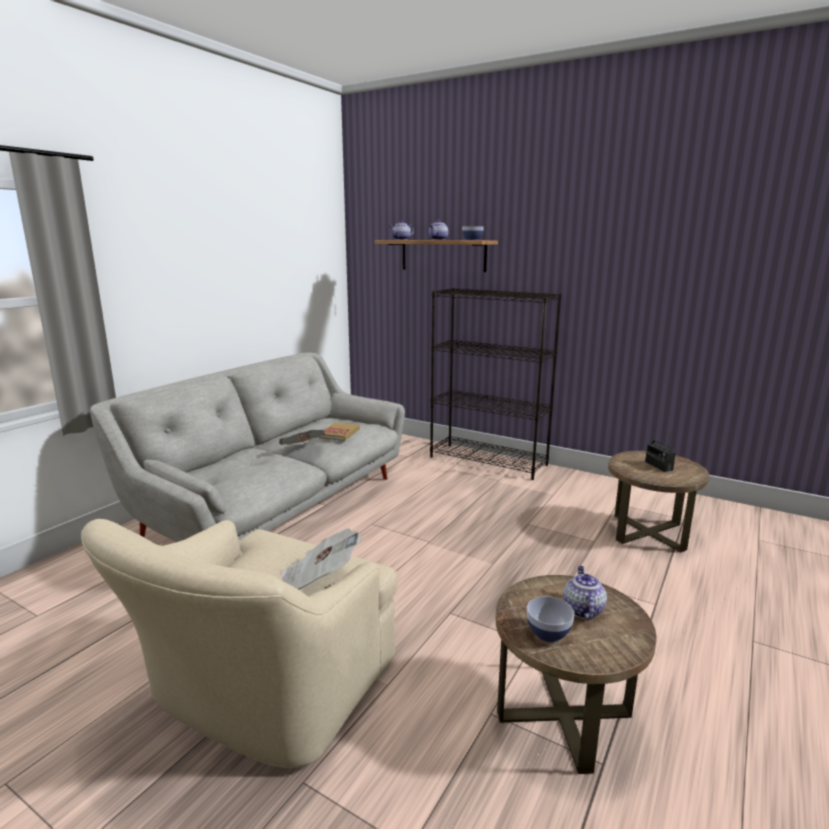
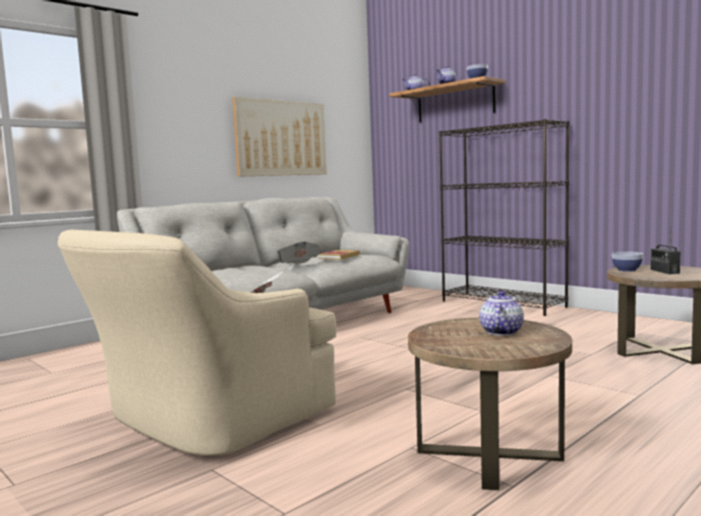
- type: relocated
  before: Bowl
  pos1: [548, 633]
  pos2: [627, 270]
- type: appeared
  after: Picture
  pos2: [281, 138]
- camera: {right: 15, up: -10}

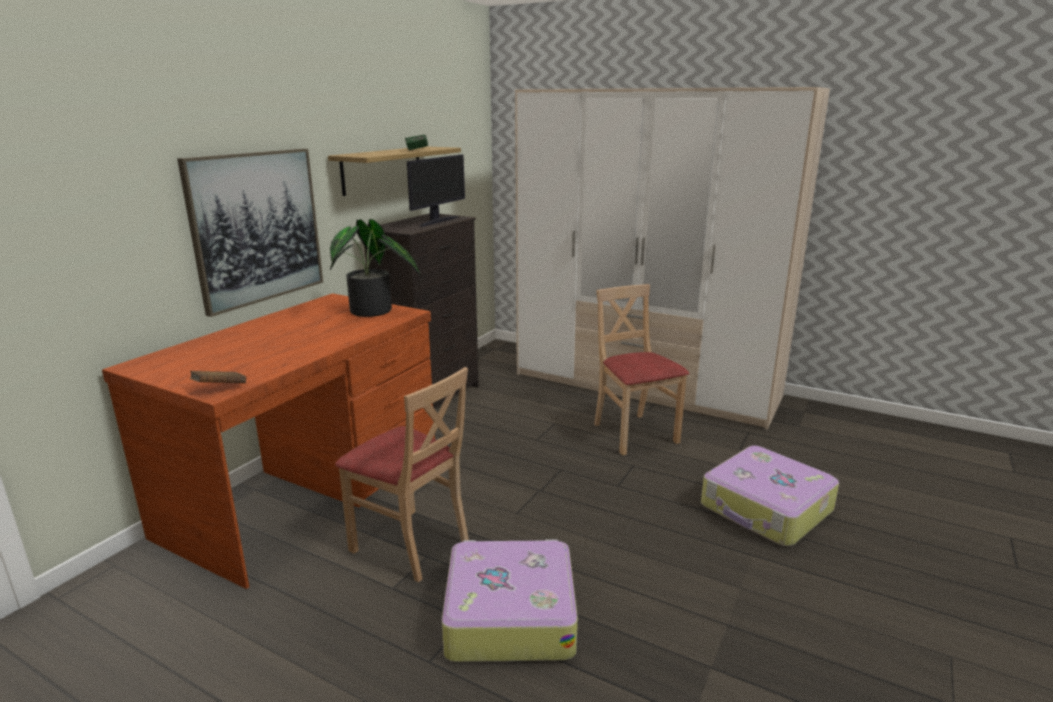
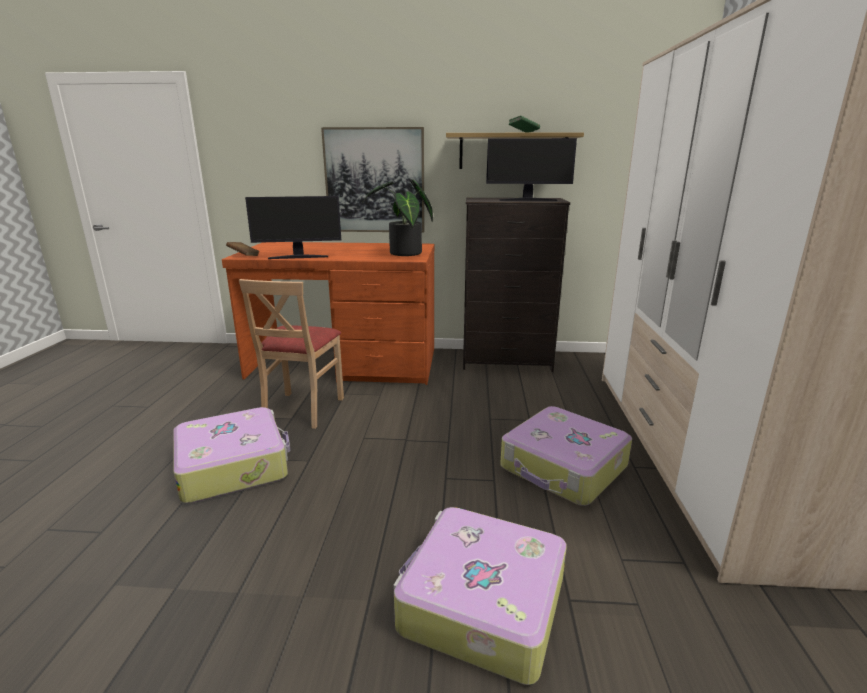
- type: exchanged
  before: BeigeChair
  after: Suitcase
  pos1: [634, 433]
  pos2: [563, 468]
- type: appeared
  after: Monitor
  pos2: [298, 257]
- camera: {right: 65, up: 0}

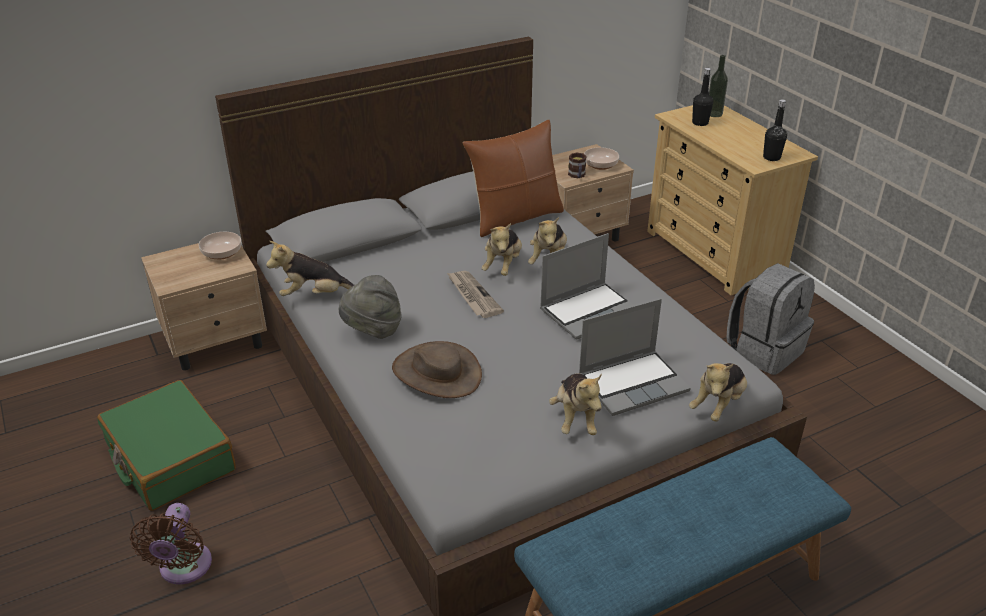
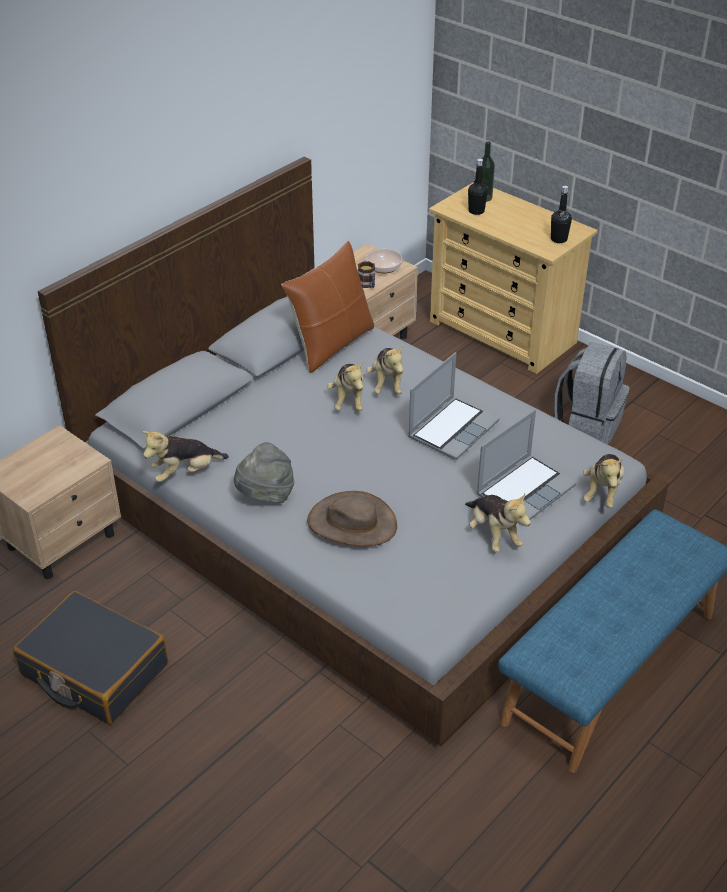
- type: colour
  before: GreenSuitcase
  after: BlackSuitcase
  pos1: [170, 458]
  pos2: [94, 670]
- type: missing
  before: BrownFan
  pos1: [183, 569]
- type: missing
  before: Bowl
  pos1: [222, 253]
- type: missing
  before: Newspaper
  pos1: [473, 296]
- camera: {right: -20, up: 5}

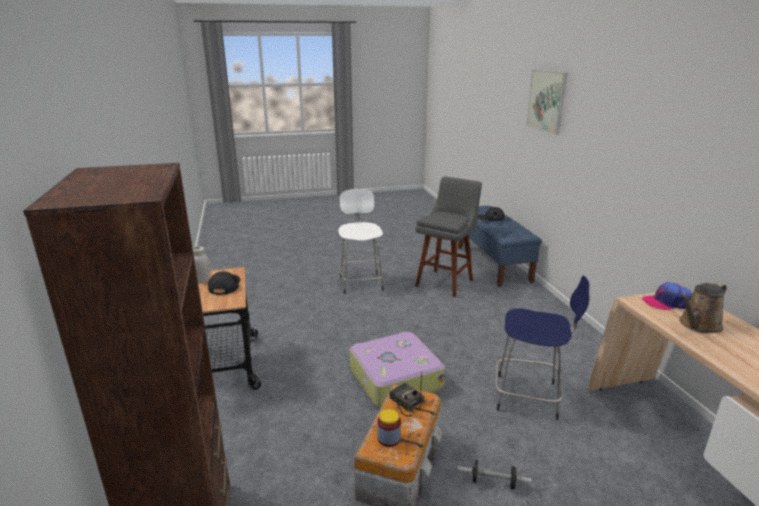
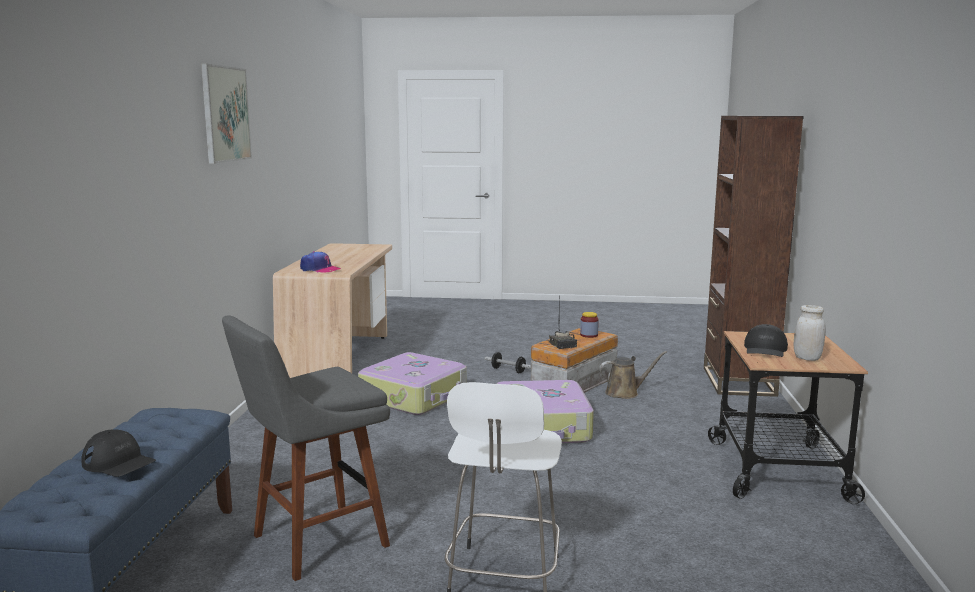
- type: exchanged
  before: BlueStool
  after: Suitcase
  pos1: [529, 397]
  pos2: [415, 396]
- type: relocated
  before: Picture
  pos1: [546, 101]
  pos2: [225, 114]
- type: relocated
  before: BrownWateringCan
  pos1: [698, 325]
  pos2: [625, 393]
- camera: {right: -160, up: -10}

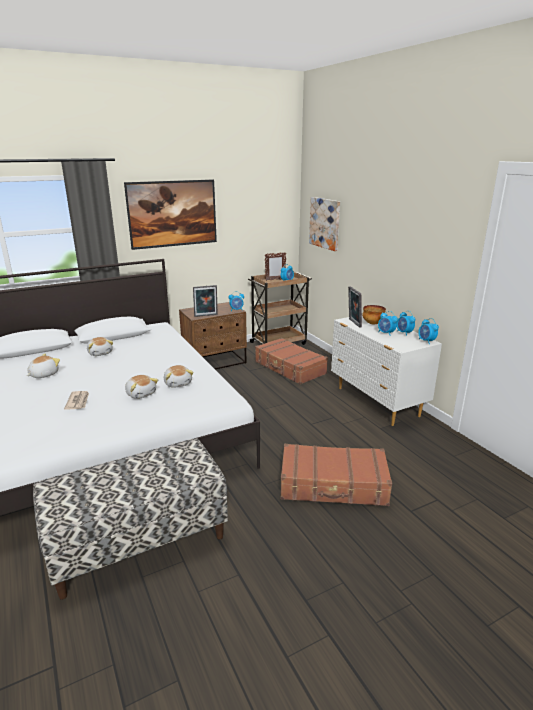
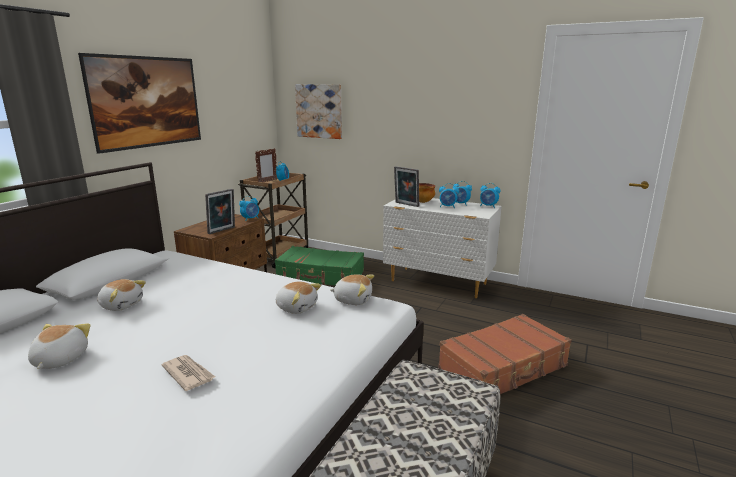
- type: relocated
  before: PlushToy
  pos1: [141, 393]
  pos2: [353, 299]
- type: colour
  before: BrownSuitcase
  after: GreenSuitcase
  pos1: [289, 368]
  pos2: [320, 275]
- camera: {right: -35, up: -5}

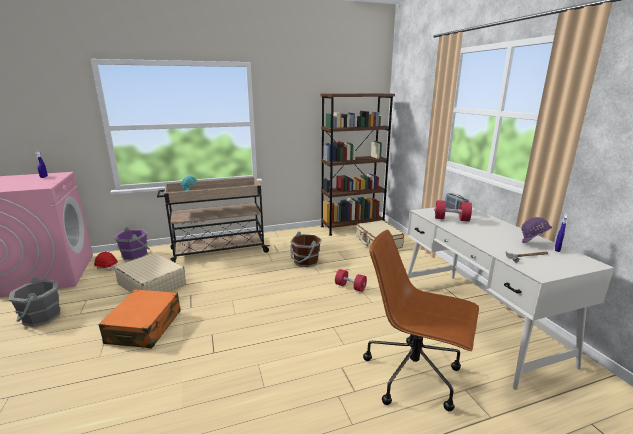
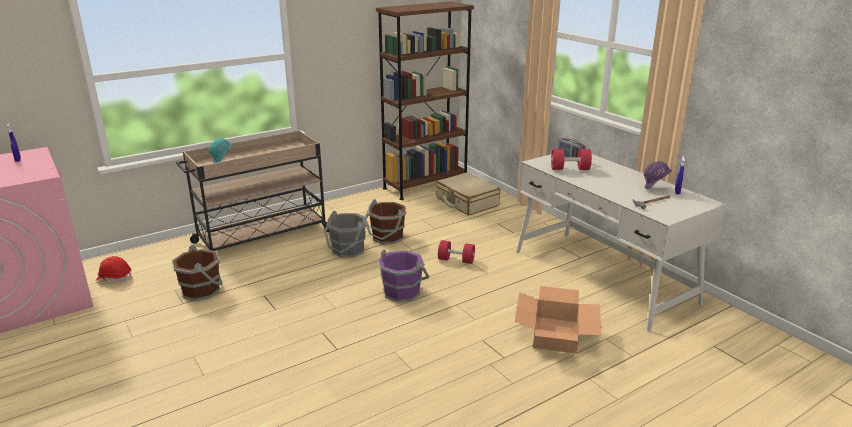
- type: relocated
  before: GreyBucket
  pos1: [41, 317]
  pos2: [348, 250]
- type: missing
  before: OrangeSuitcase
  pos1: [145, 327]
- type: relocated
  before: PurpleBucket
  pos1: [135, 255]
  pos2: [401, 291]
- type: exchanged
  before: BeigeSuitcase
  after: BrownBucket
  pos1: [152, 284]
  pos2: [201, 290]
- type: exchanged
  before: BrownOfficeChair
  after: CardboardBox
  pos1: [414, 375]
  pos2: [555, 334]
- camera: {right: -15, up: 5}

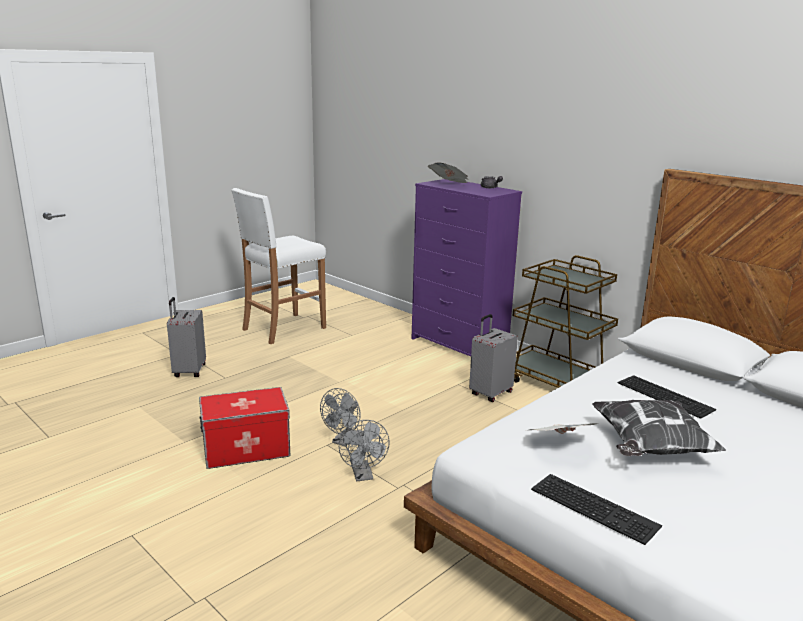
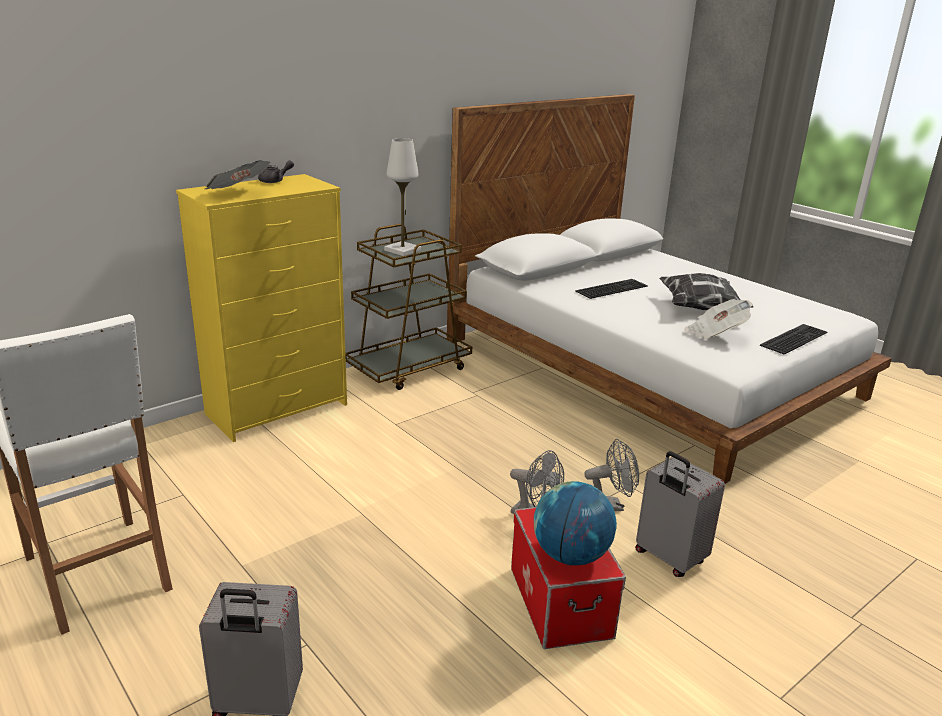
- type: colour
  before: PurpleDresser
  after: YellowDresser
  pos1: [459, 345]
  pos2: [278, 409]
- type: relocated
  before: GreySuitcase
  pos1: [490, 393]
  pos2: [668, 558]
- type: appeared
  after: WhiteTableLamp
  pos2: [402, 250]
- type: appeared
  after: Globe
  pos2: [571, 555]
- camera: {right: -85, up: 5}

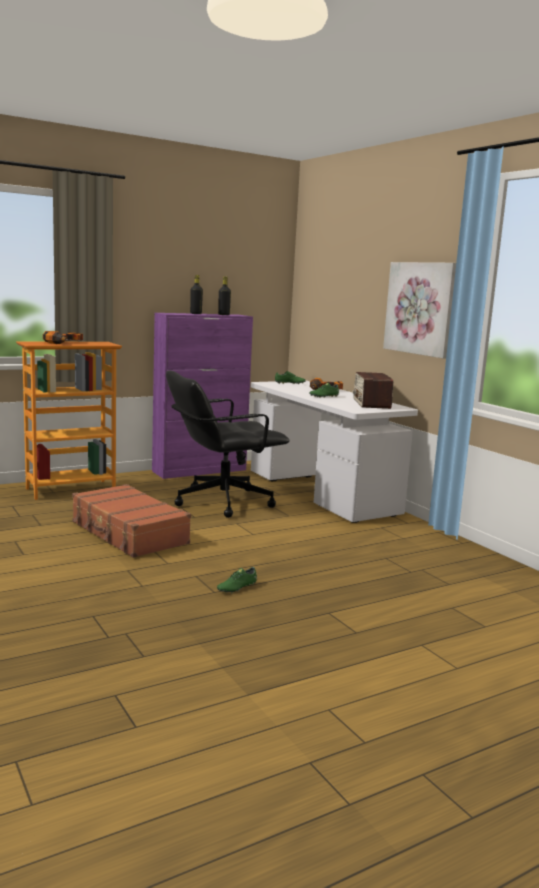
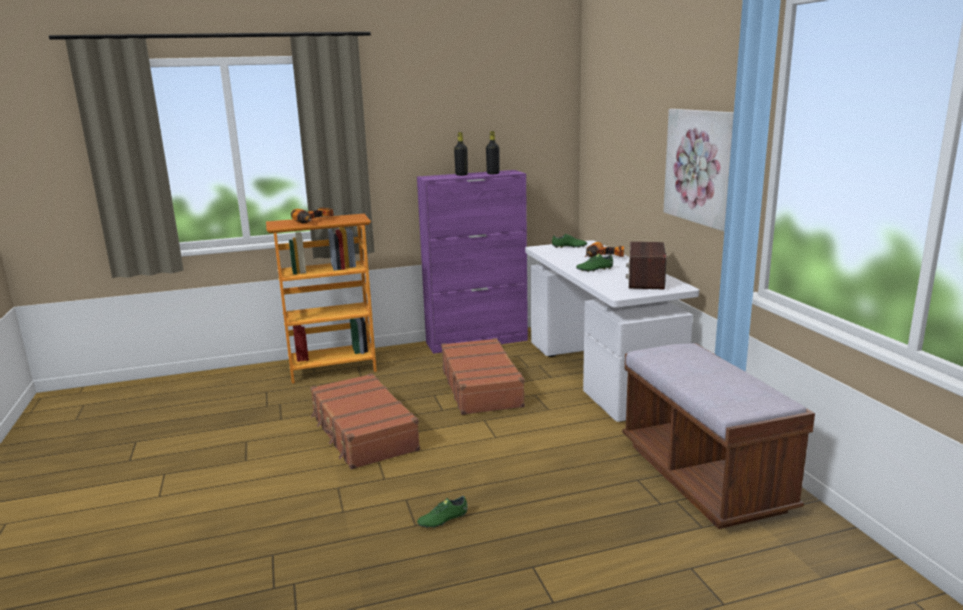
- type: exchanged
  before: BlackOfficeChair
  after: BrownSuitcase
  pos1: [222, 501]
  pos2: [482, 387]
- type: appeared
  after: BrownBench
  pos2: [703, 477]
- camera: {right: 15, up: 5}

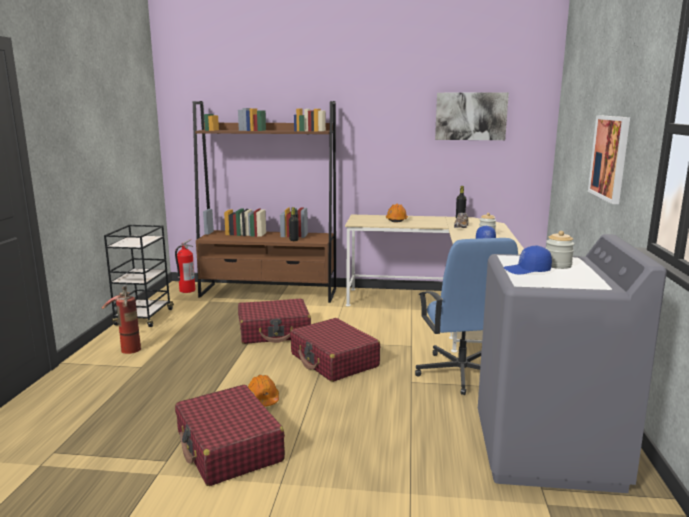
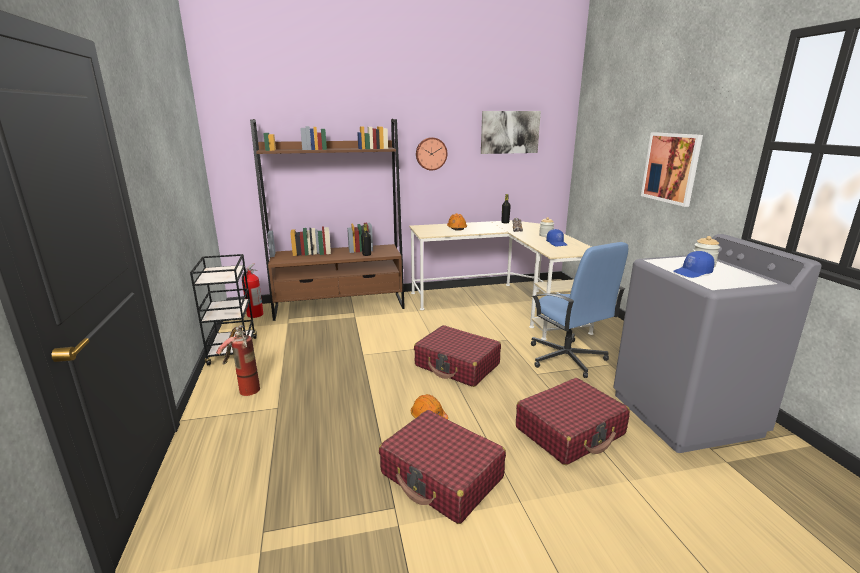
- type: relocated
  before: RedSuitcase
  pos1: [274, 332]
  pos2: [570, 431]
- type: appeared
  after: WallClock
  pos2: [431, 153]
- camera: {right: -20, up: 5}

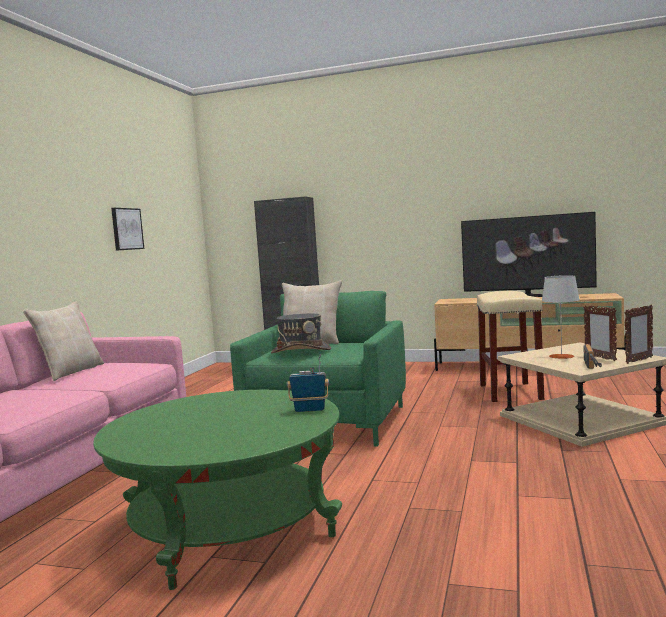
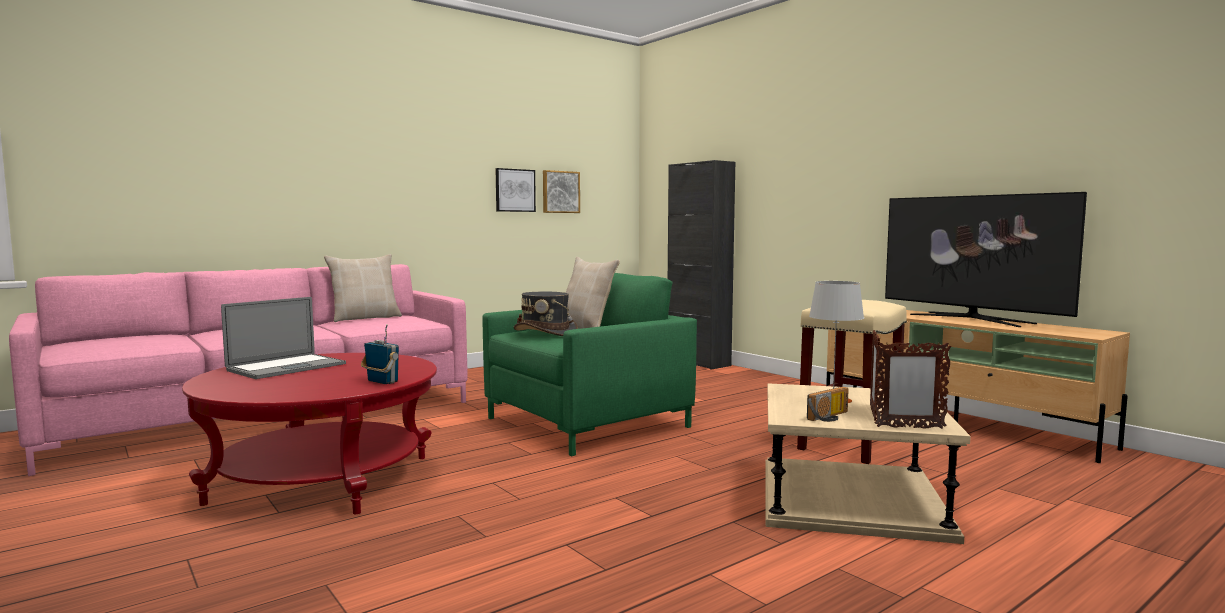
- type: colour
  before: GreenCoffeeTable
  after: RedCoffeeTable
  pos1: [230, 526]
  pos2: [323, 479]
- type: appeared
  after: Laptop
  pos2: [286, 367]
- type: appeared
  after: Picture
  pos2: [560, 192]
- camera: {right: 35, up: 0}

